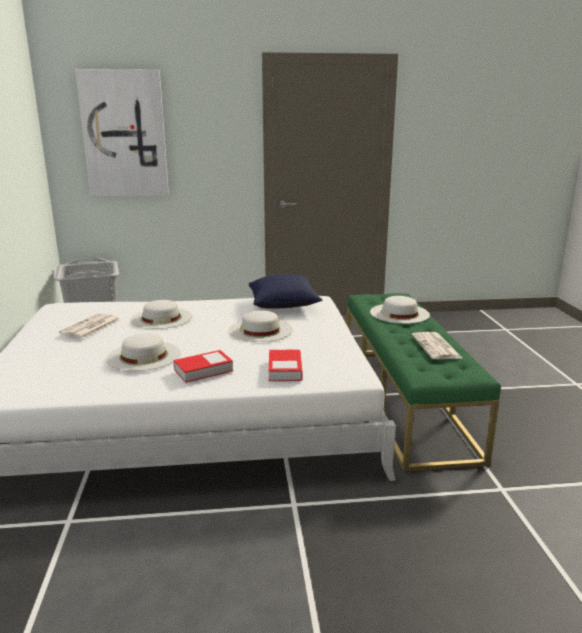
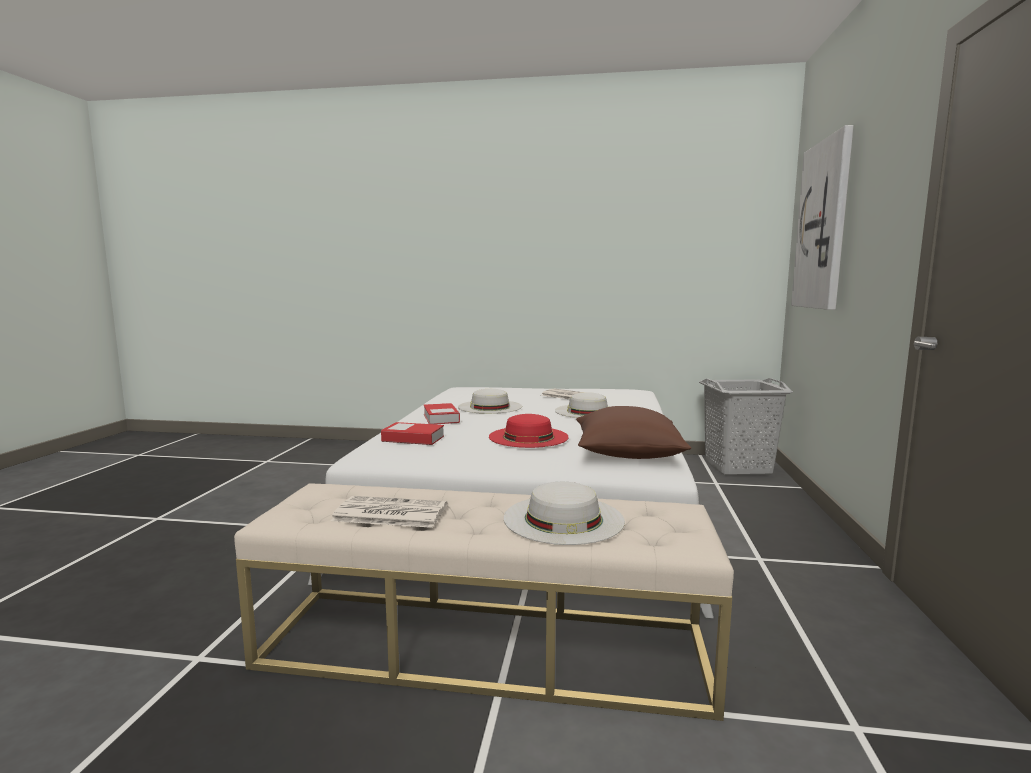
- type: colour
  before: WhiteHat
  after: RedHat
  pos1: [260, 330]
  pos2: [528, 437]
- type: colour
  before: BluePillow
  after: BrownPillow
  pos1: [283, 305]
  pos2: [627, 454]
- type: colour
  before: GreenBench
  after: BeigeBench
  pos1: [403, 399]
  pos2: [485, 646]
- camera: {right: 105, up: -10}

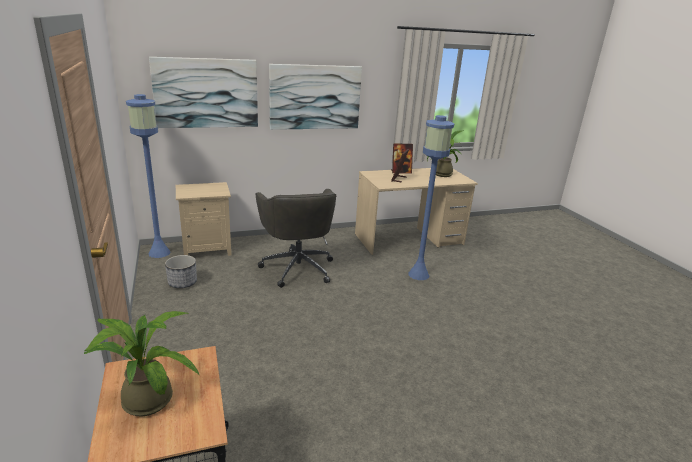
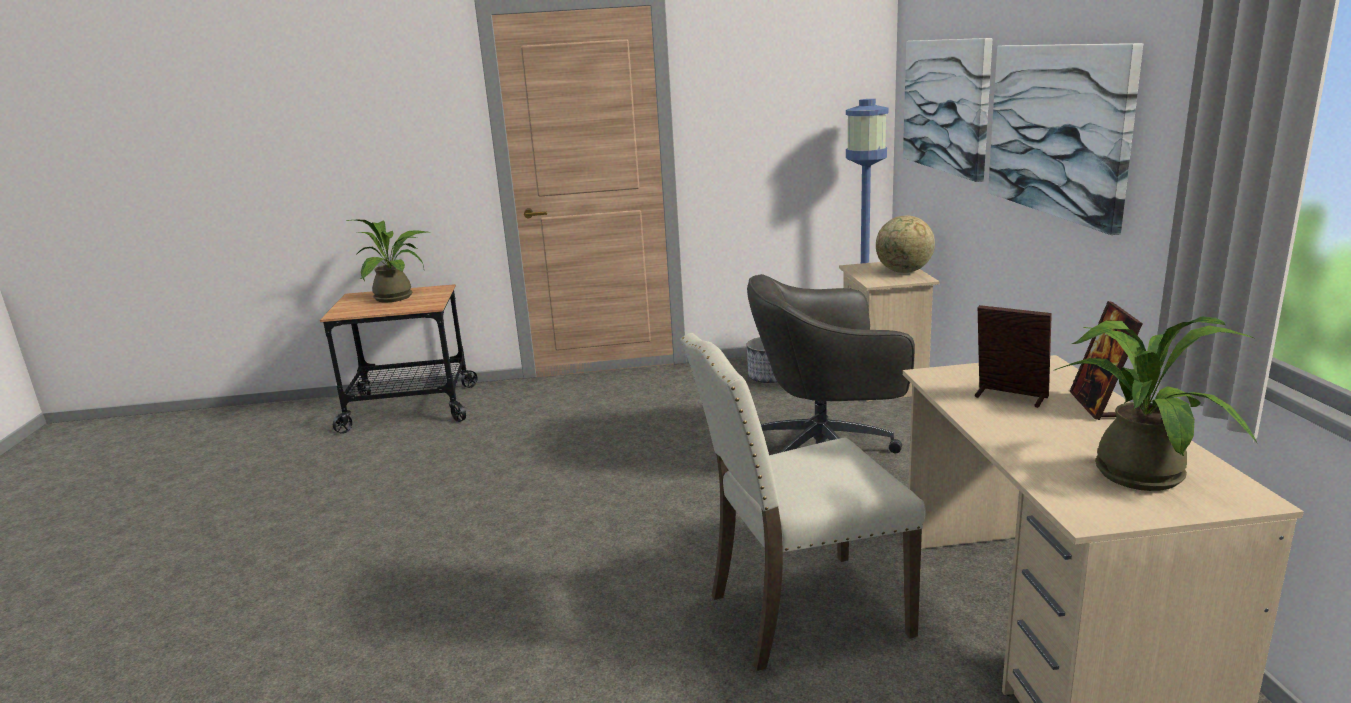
- type: exchanged
  before: BlueFloorLamp
  after: BeigeChair
  pos1: [418, 275]
  pos2: [802, 612]
- type: appeared
  after: Globe
  pos2: [904, 272]
- camera: {right: 105, up: -5}

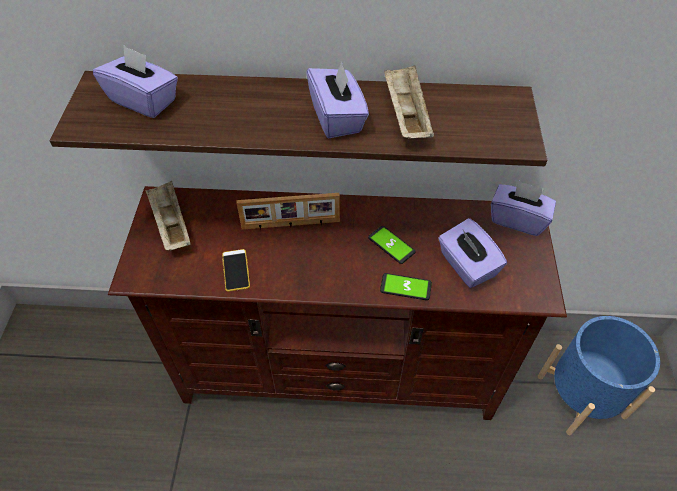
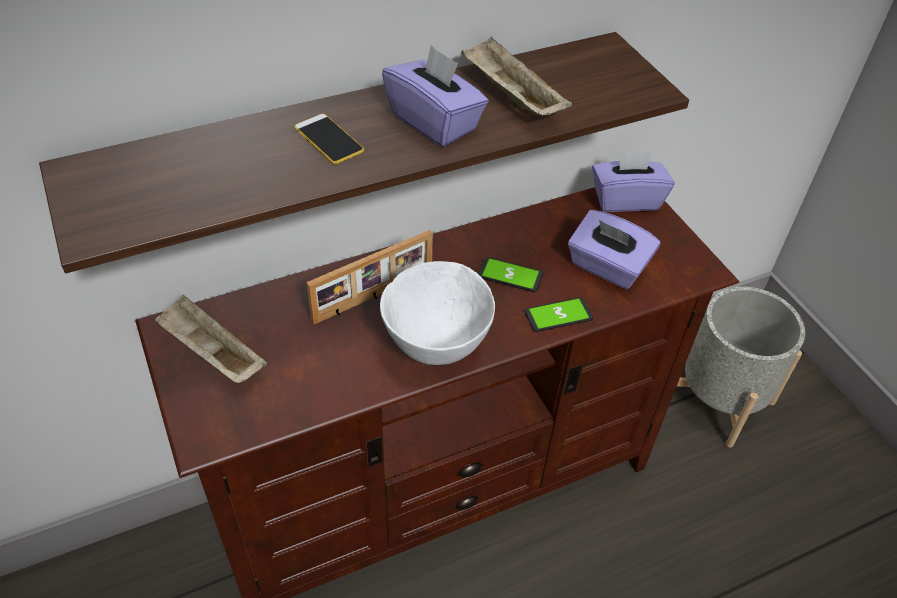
- type: missing
  before: PurpleTissueBox
  pos1: [144, 100]
- type: relocated
  before: Phone
  pos1: [236, 270]
  pos2: [328, 140]
- type: colour
  before: BluePlanter
  after: GreyPlanter
  pos1: [581, 396]
  pos2: [719, 400]
- type: appeared
  after: WhiteBowl
  pos2: [435, 346]
- camera: {right: -30, up: -5}

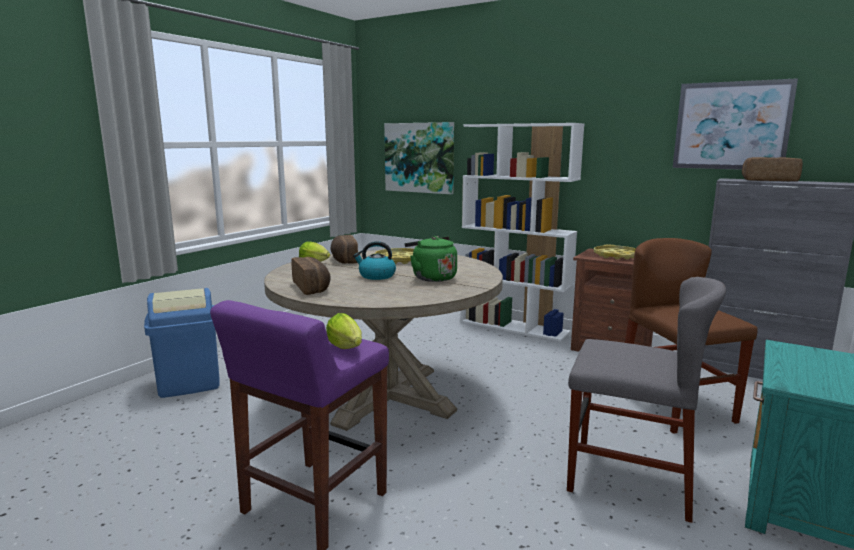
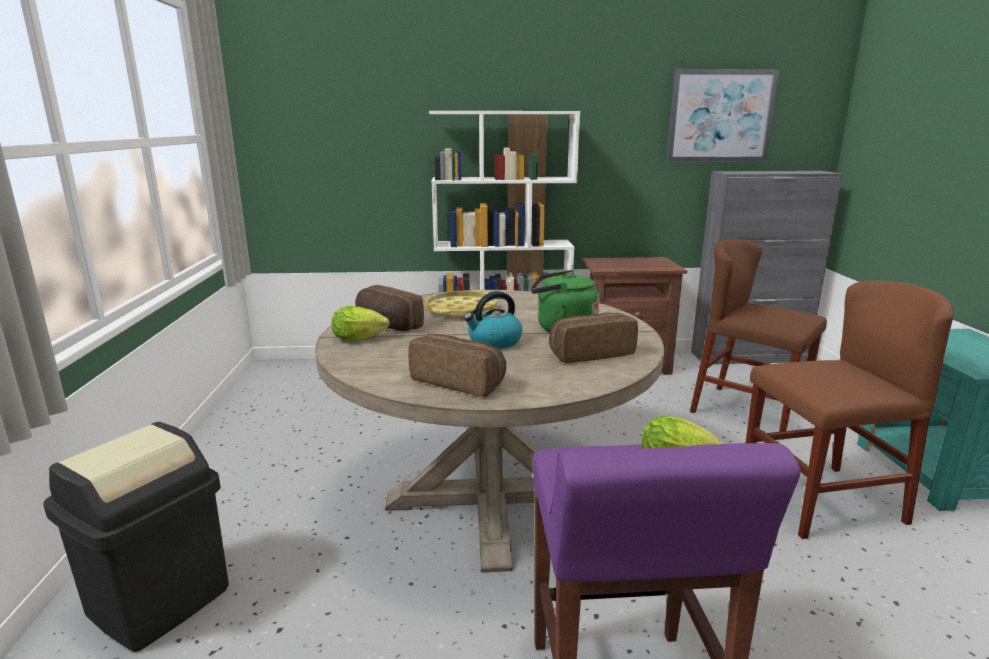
- type: colour
  before: BlueTrashCan
  after: BlackTrashCan
  pos1: [189, 383]
  pos2: [159, 600]
- type: missing
  before: Picture
  pos1: [419, 157]
- type: colour
  before: GreyChair
  after: BrownChair
  pos1: [629, 478]
  pos2: [820, 501]
- type: missing
  before: YellowTray
  pos1: [616, 256]
- type: relocated
  before: Bread
  pos1: [769, 180]
  pos2: [590, 353]
- camera: {right: -35, up: 5}

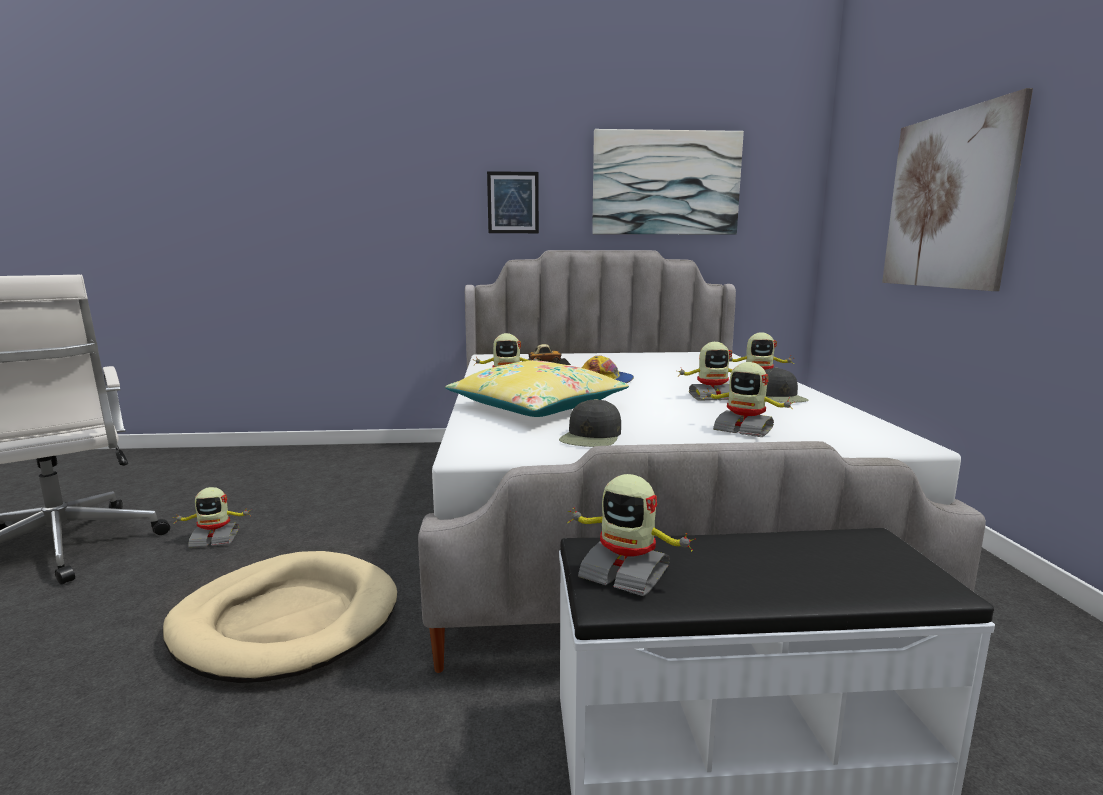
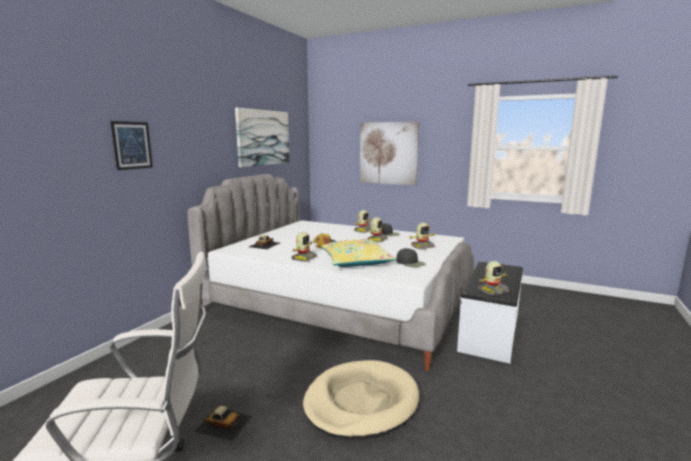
- type: exchanged
  before: ToyRobot
  after: ToyCar
  pos1: [215, 538]
  pos2: [223, 423]
- type: relocated
  before: Picture
  pos1: [513, 202]
  pos2: [132, 145]
- camera: {right: -60, up: 0}

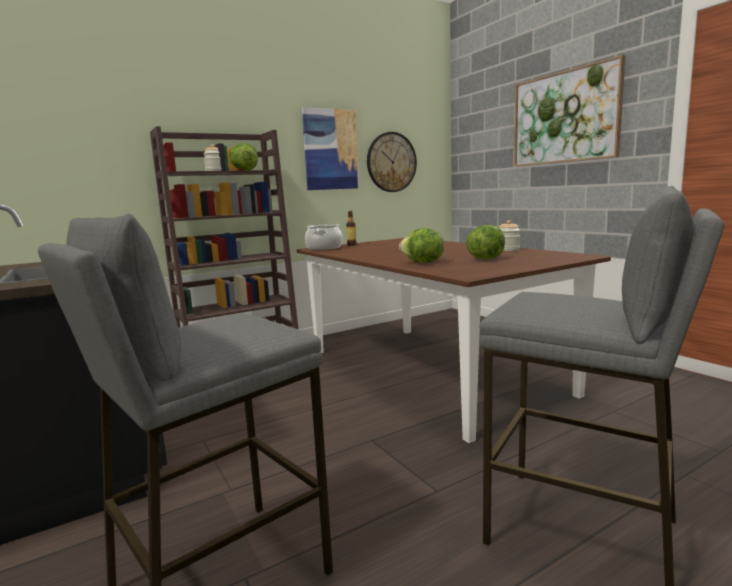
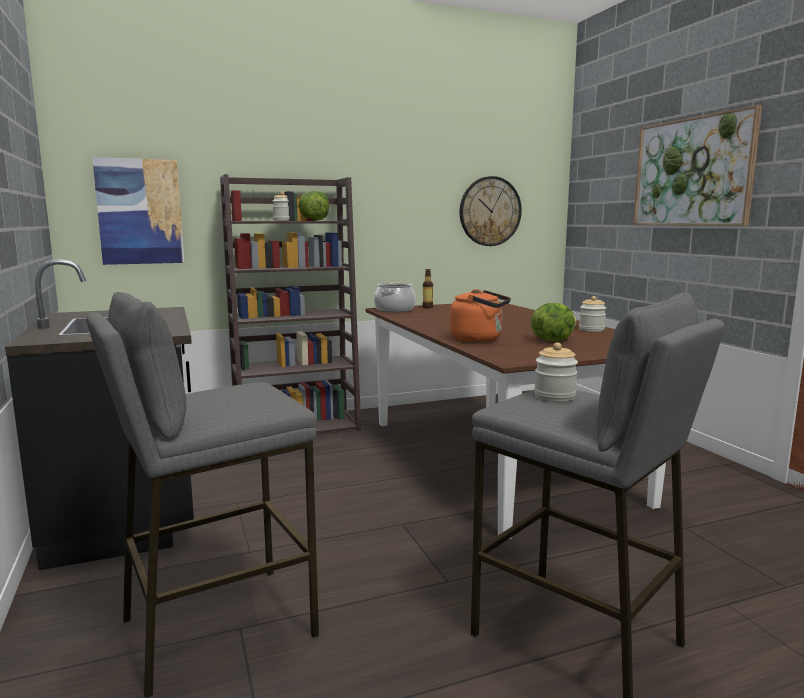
- type: relocated
  before: Picture
  pos1: [331, 149]
  pos2: [140, 212]
- type: exchanged
  before: Lettuce
  after: OrangeKettle
  pos1: [423, 263]
  pos2: [479, 339]
- type: appeared
  after: Jar
  pos2: [554, 396]
- camera: {right: 10, up: 0}

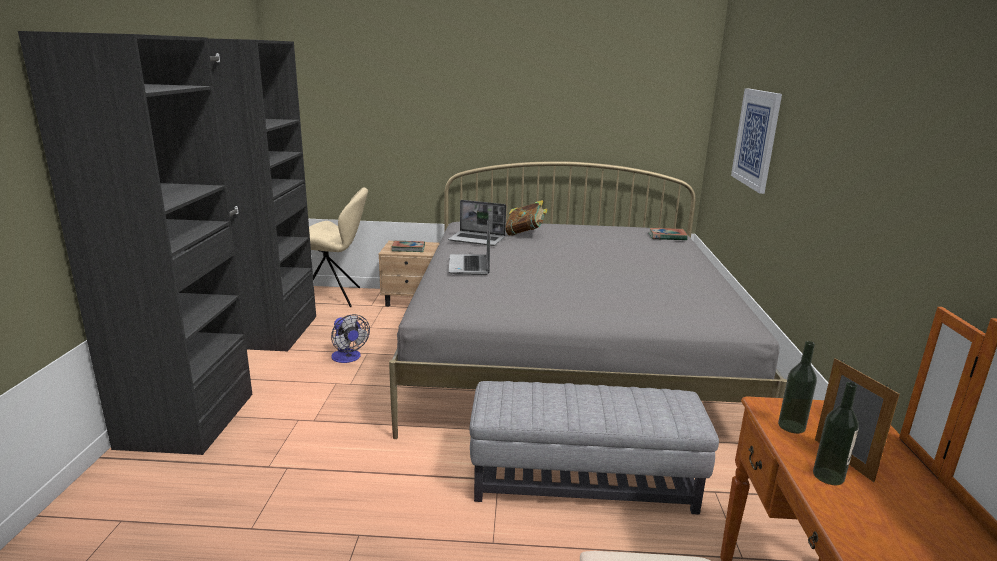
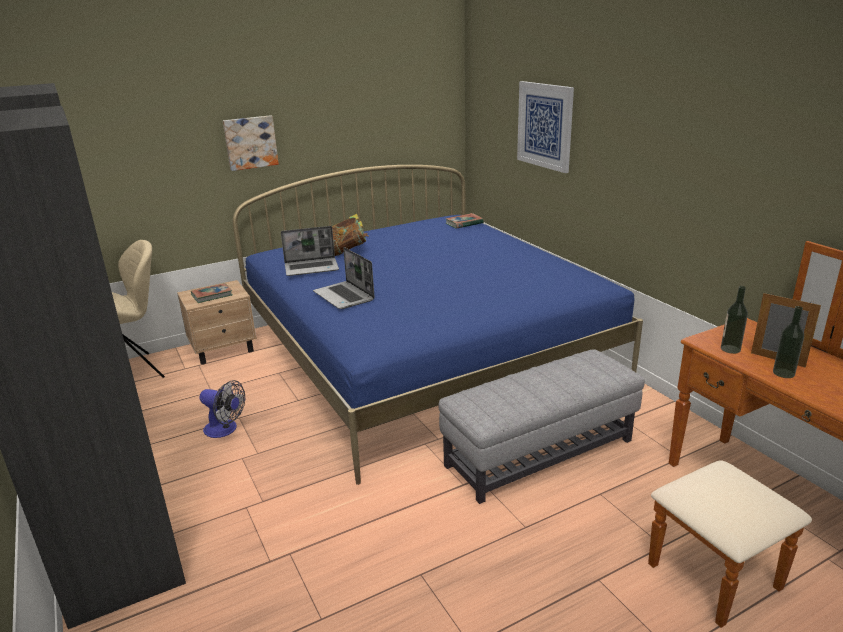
- type: colour
  before: GreyBed
  after: BlueBed
  pos1: [568, 356]
  pos2: [425, 355]
- type: appeared
  after: Picture
  pos2: [250, 142]
- camera: {right: -30, up: 5}

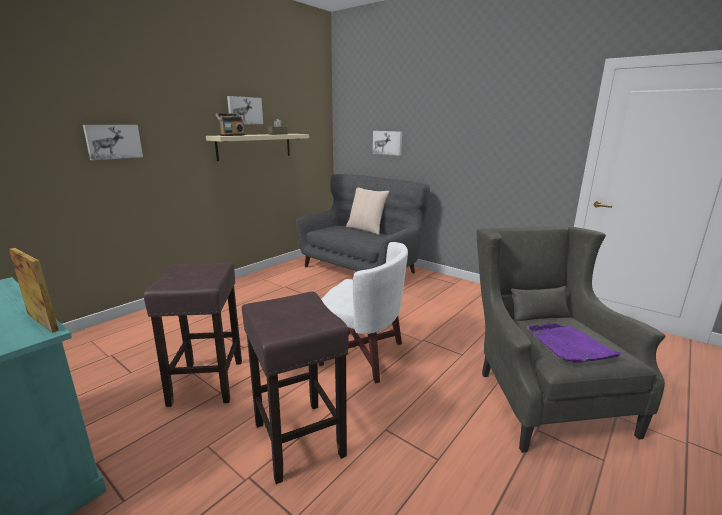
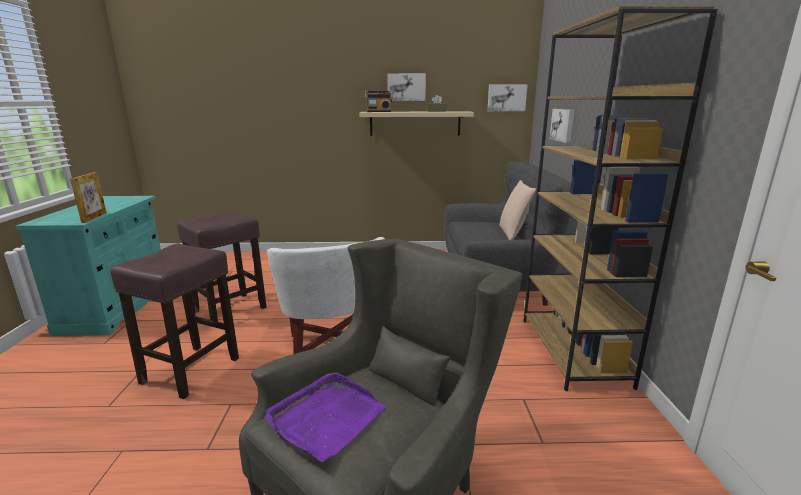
- type: relocated
  before: Picture
  pos1: [113, 141]
  pos2: [506, 97]
- type: appeared
  after: BrownBookcase
  pos2: [573, 351]
- camera: {right: 50, up: 0}

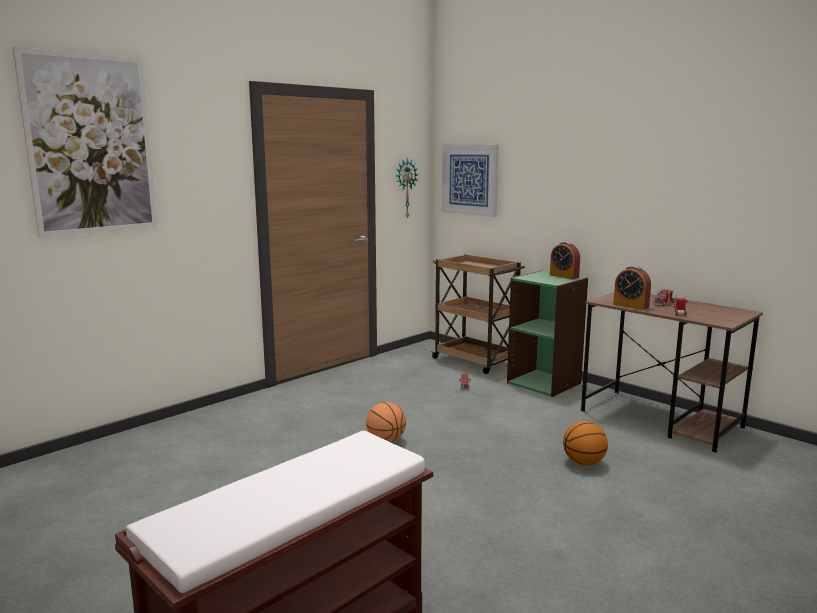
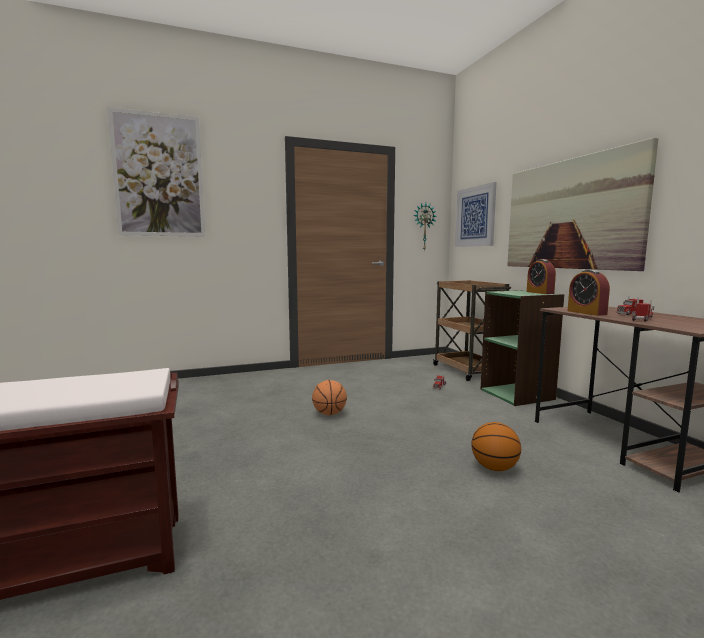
- type: appeared
  after: Picture
  pos2: [570, 214]
- camera: {right: 25, up: -5}

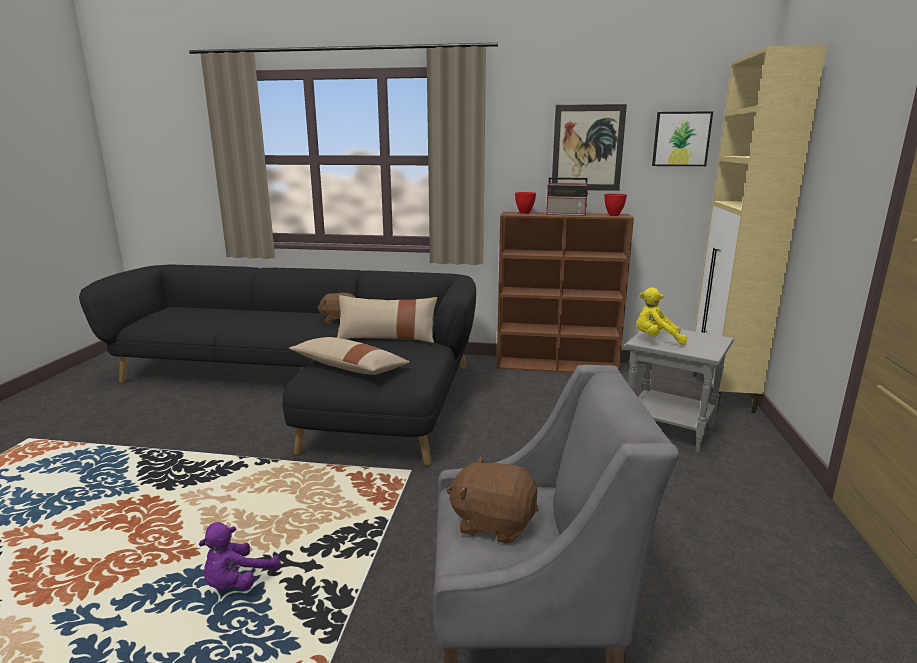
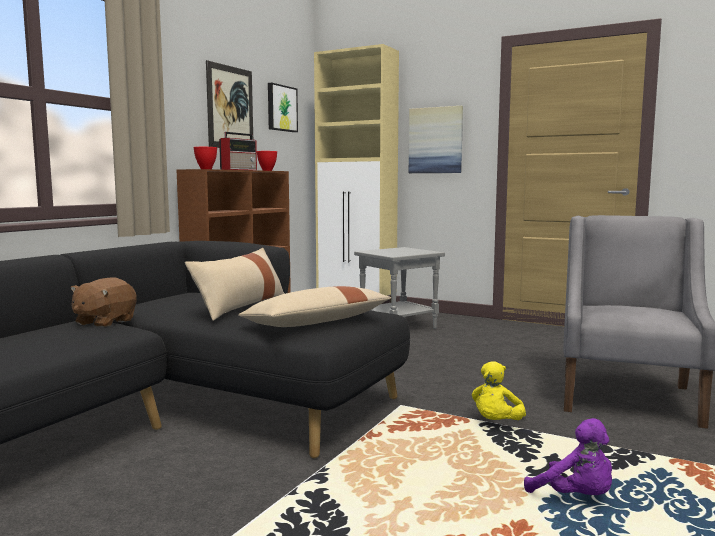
- type: missing
  before: BrownPlushToy
  pos1: [493, 522]
- type: relocated
  before: YellowPlushToy
  pos1: [656, 339]
  pos2: [496, 423]
- type: appeared
  after: Picture
  pos2: [435, 140]
- camera: {right: -70, up: -10}

